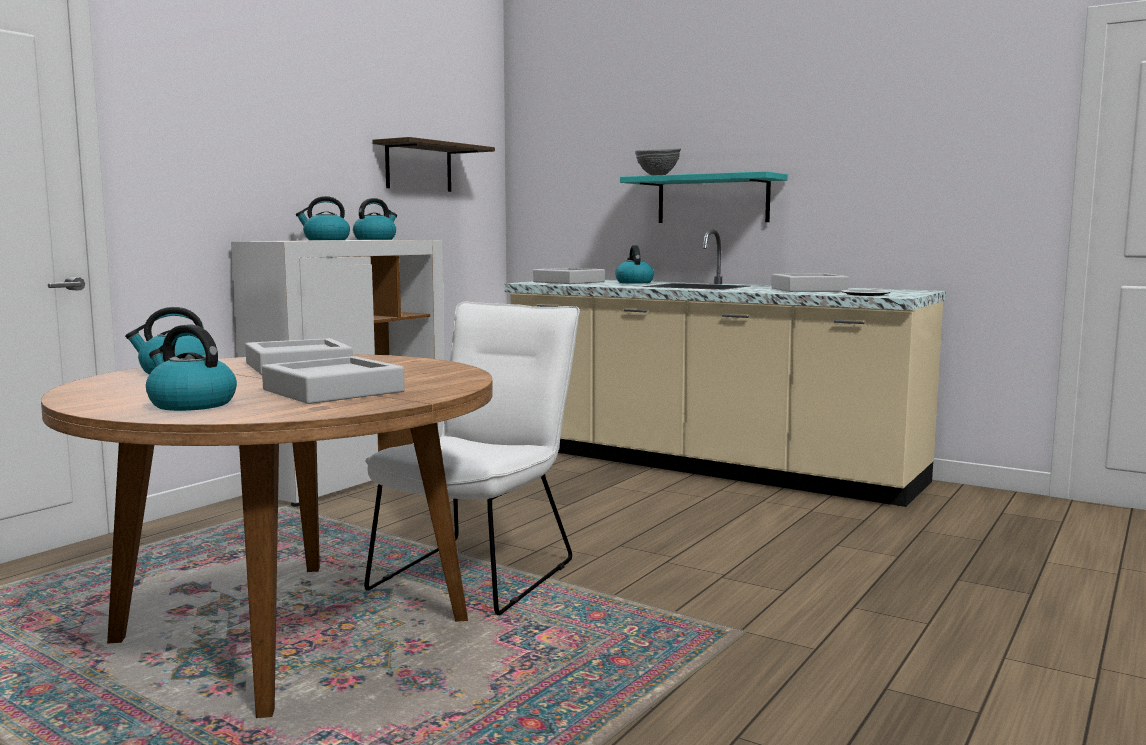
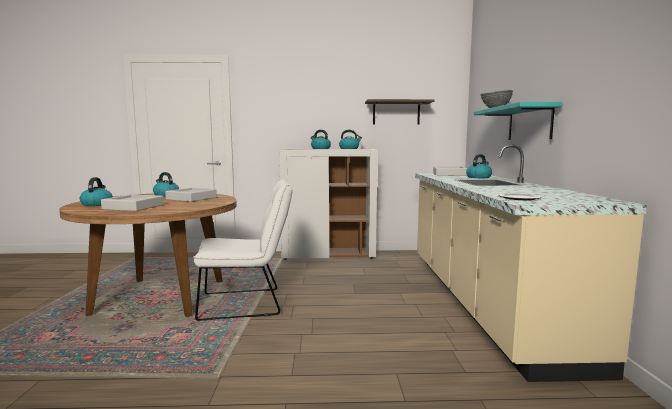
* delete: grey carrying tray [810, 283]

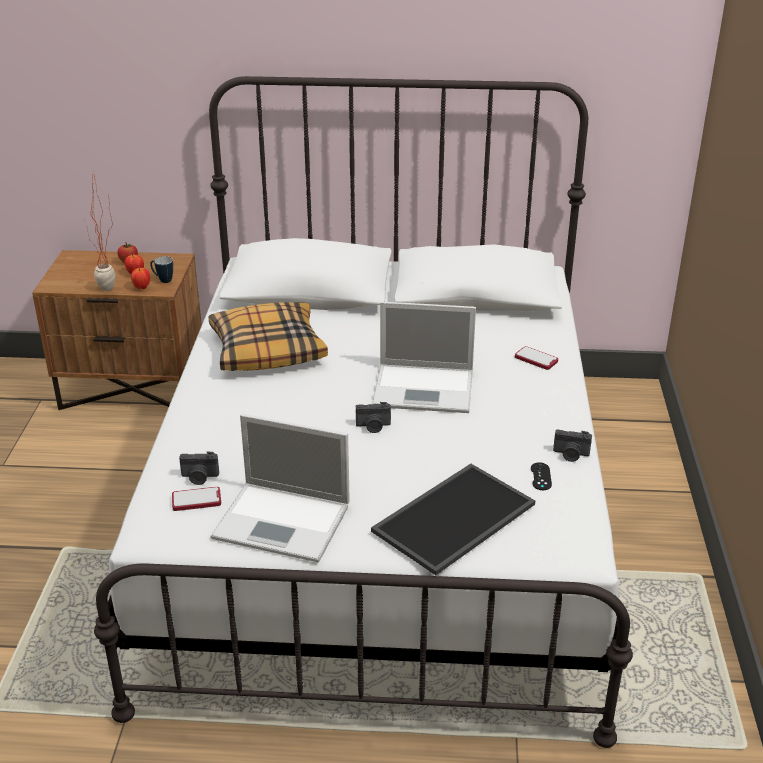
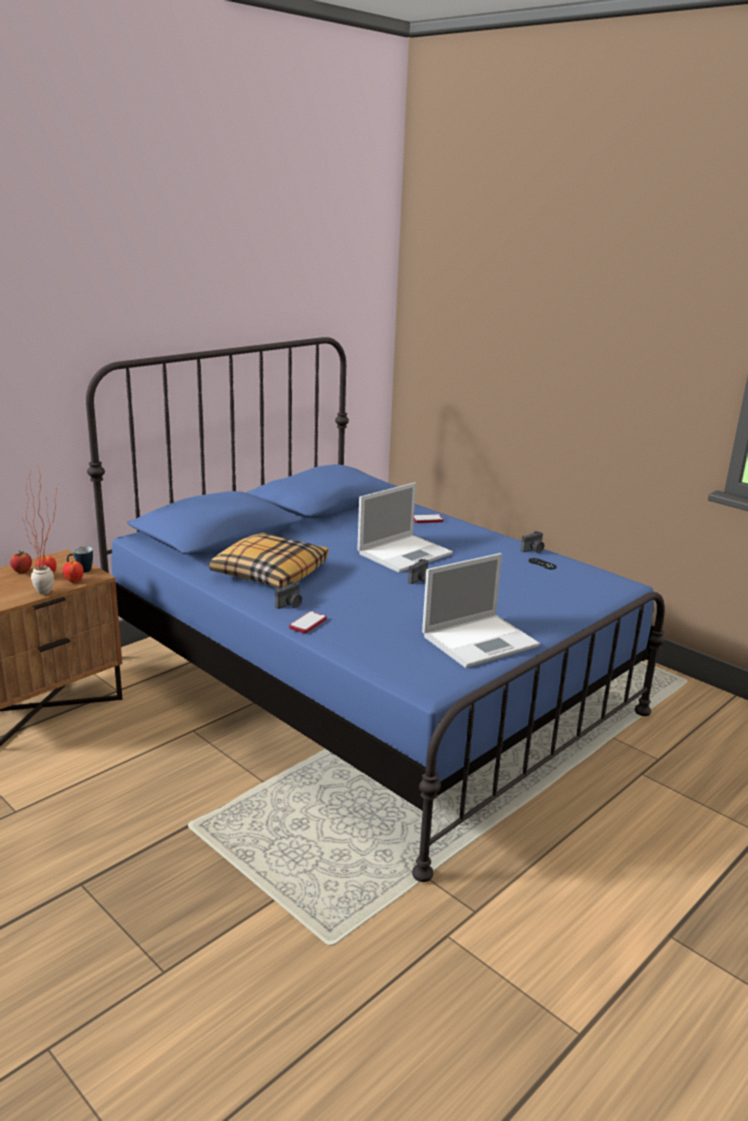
* recolor: whitish bed [363, 412] to blue bed [375, 609]
* move: telephone [196, 499] to [308, 622]
* move: still camera [199, 468] to [288, 595]
* delete: carrying tray [453, 519]

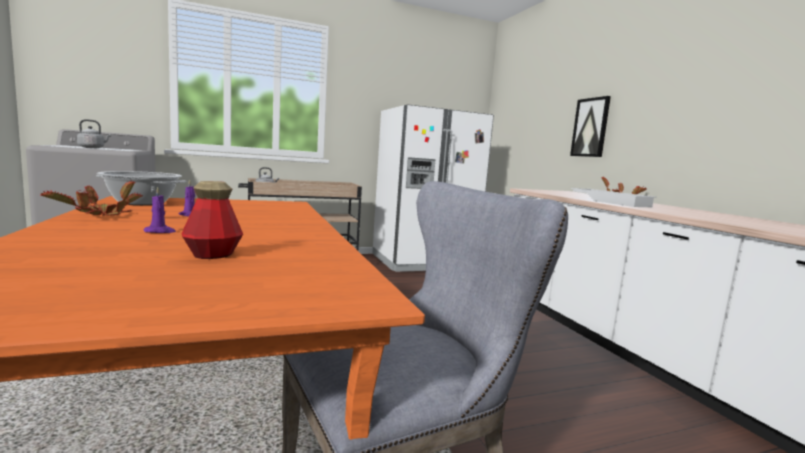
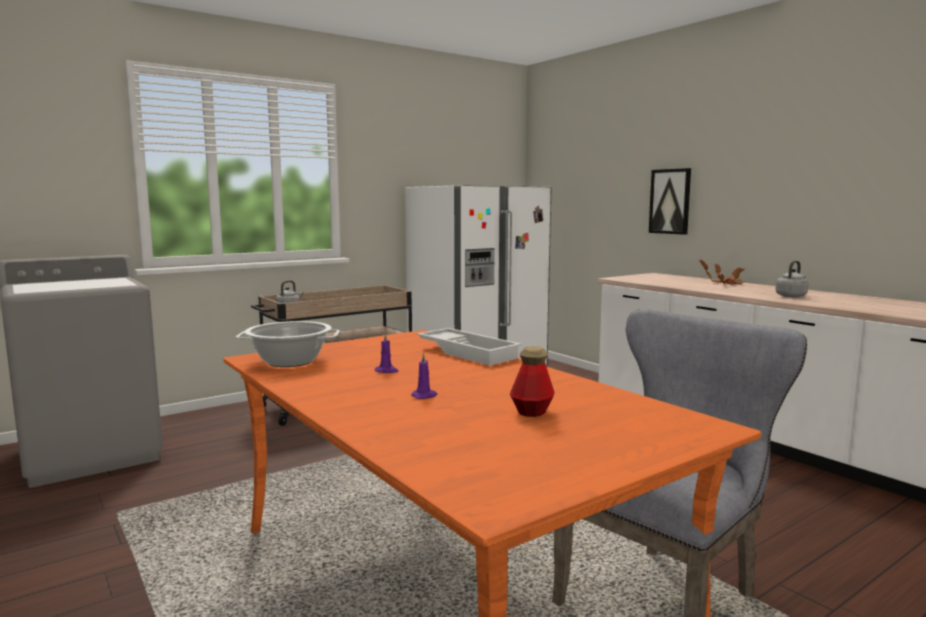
* delete: plant in a pot [91, 198]
* move: grey water kettle [94, 133] to [791, 279]
* move: whitish carrying tray [614, 197] to [469, 347]

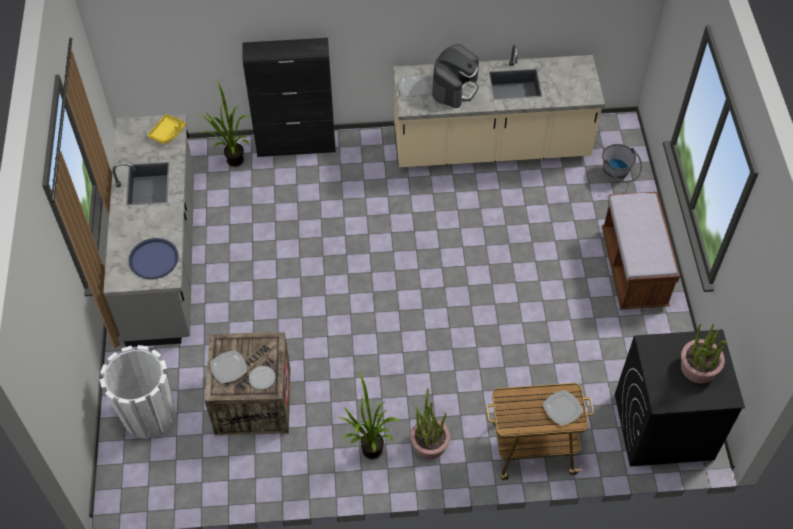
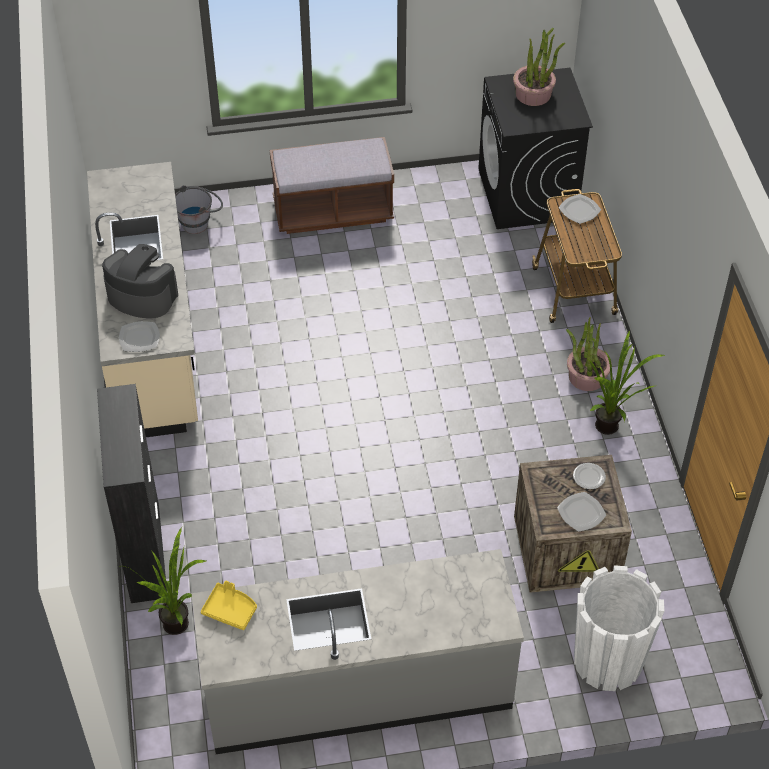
* delete: blue carrying tray [154, 258]

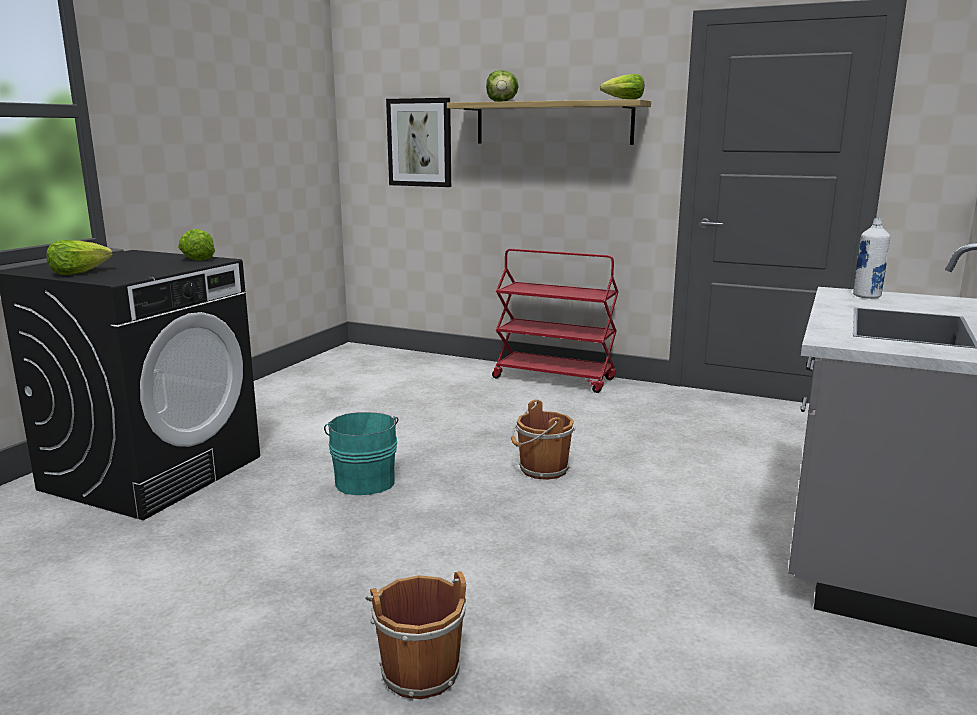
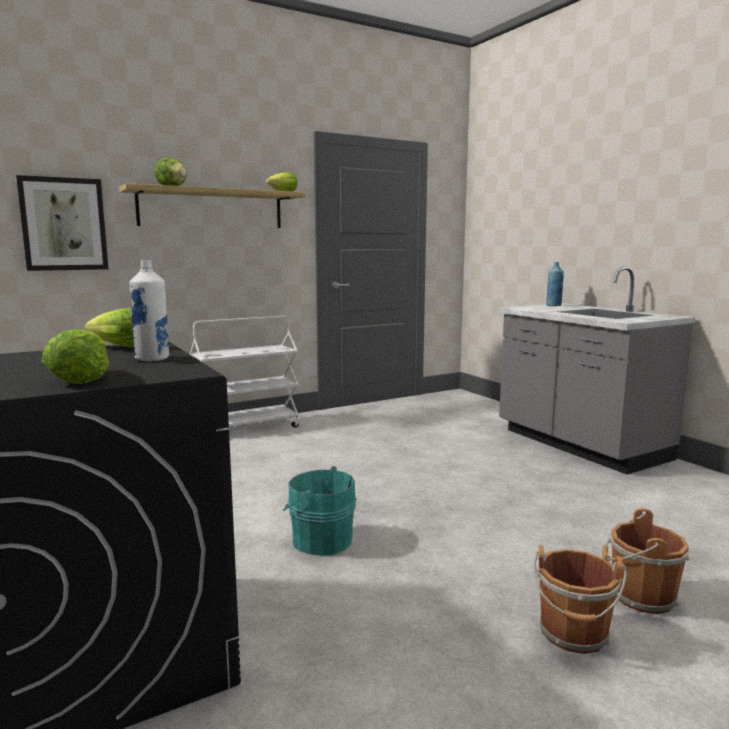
* recolor: red-coloured cart [555, 321] to whitish cart [245, 372]
* move: brown water bucket [543, 439] to [580, 599]
* move: whitish bottle [871, 258] to [149, 310]
* insert: blue bottle [555, 284]

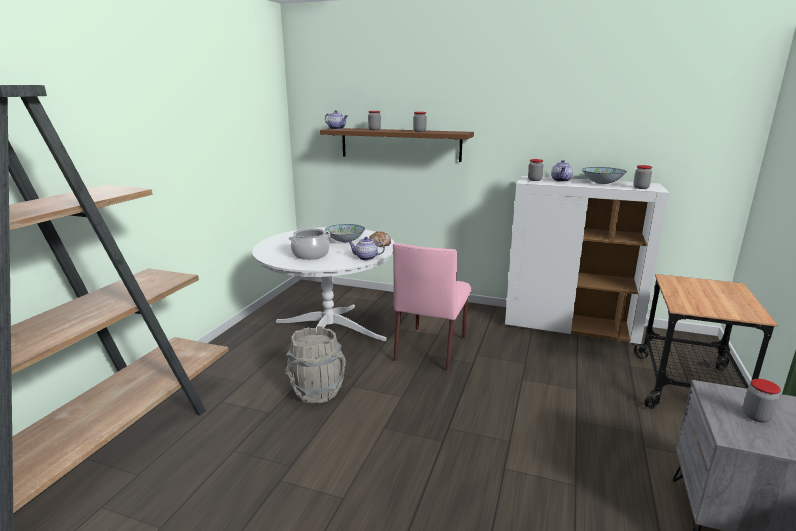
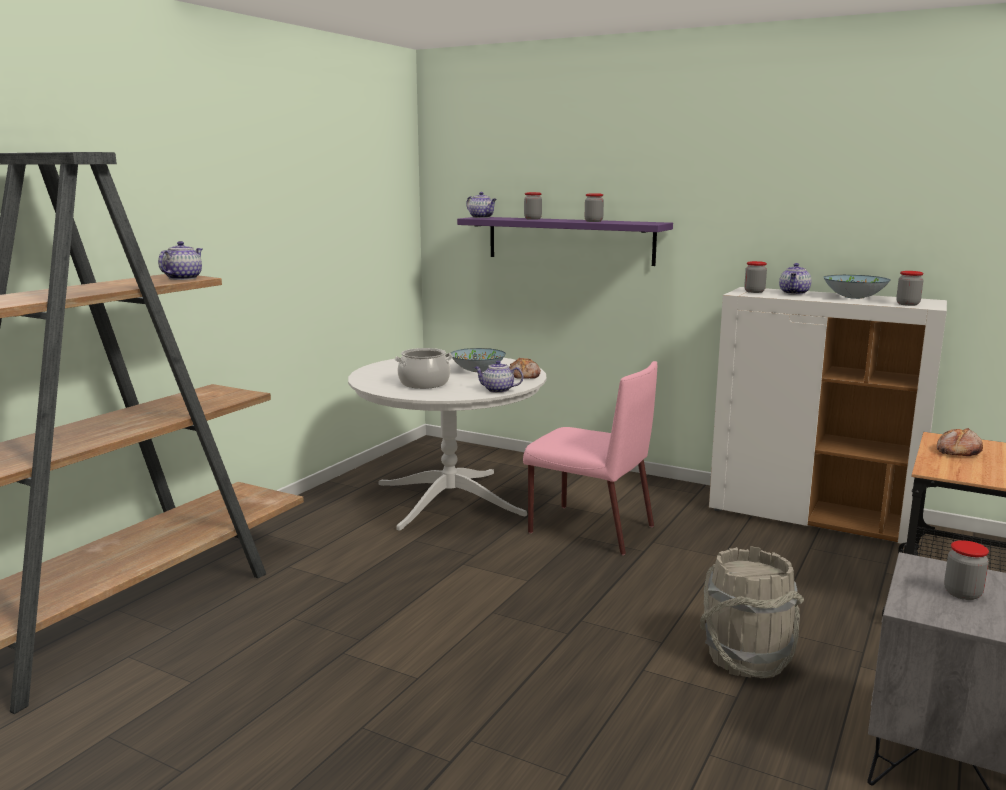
* move: grey water bucket [315, 364] to [752, 612]
* recolor: brown bracket shelf [397, 145] to purple bracket shelf [565, 241]
* rotate: pinkish plain chair [432, 307] = [590, 458] 90 degrees counterclockwise
* insert: pot for tea [180, 260]
* insert: bakery bread [960, 442]

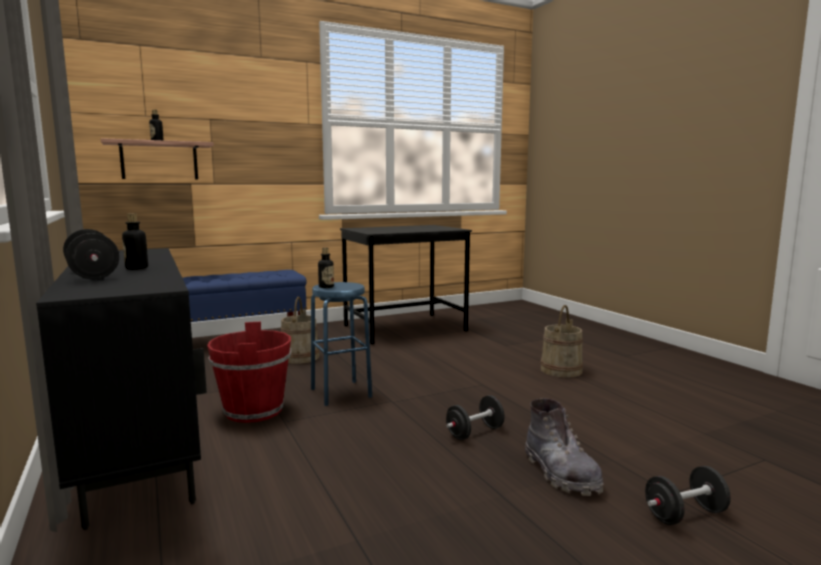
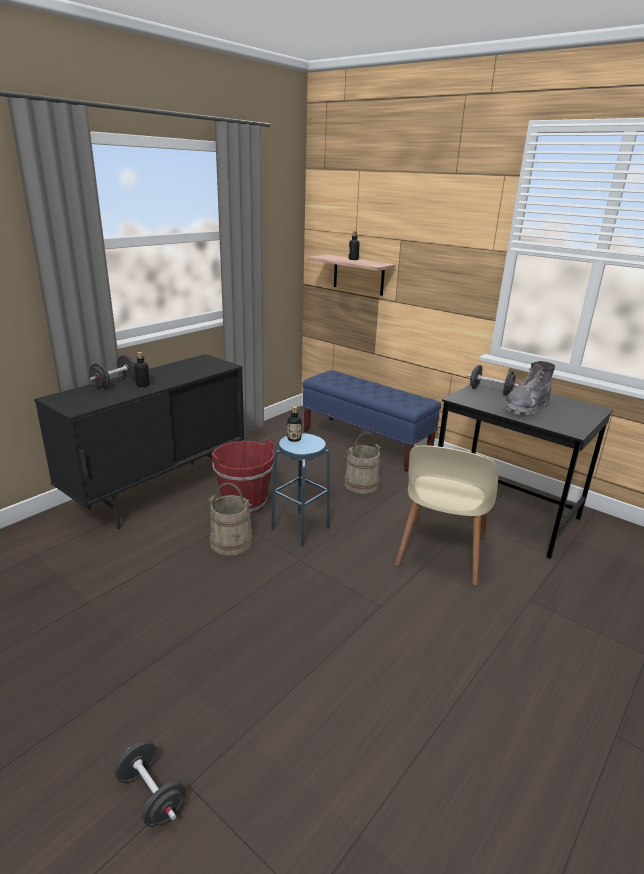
* move: black hand weight [475, 417] to [493, 380]
* move: grey high-top boot [564, 447] to [530, 388]
* move: sand-coloured water bucket [562, 341] to [230, 519]
* insert: sand-coloured plain chair [446, 515]

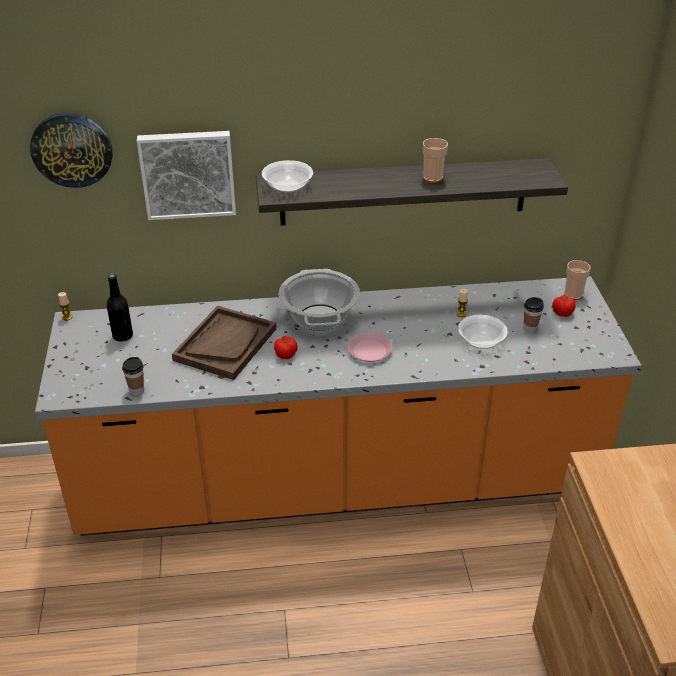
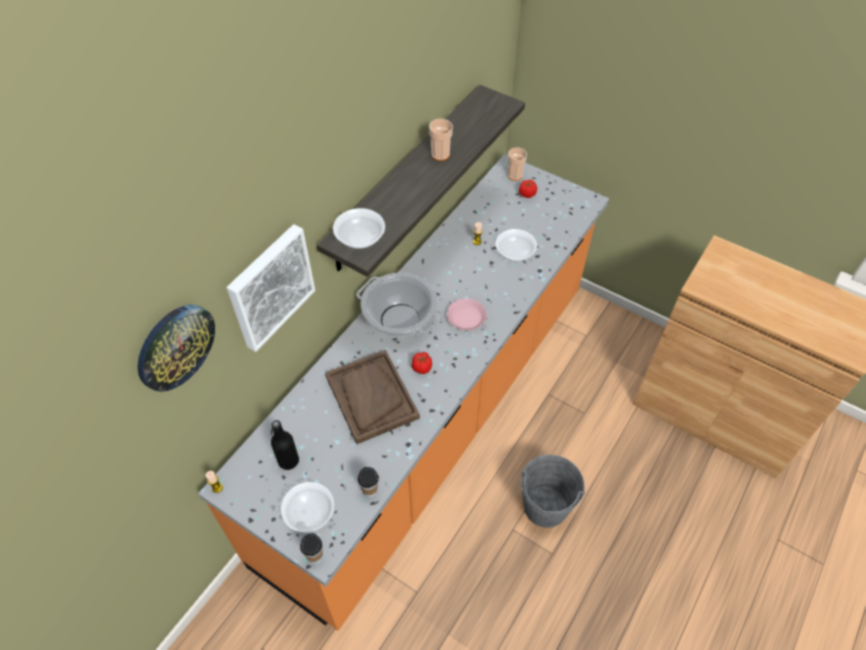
* move: cup [533, 315] to [311, 548]
* insert: deep dish [307, 507]
* insert: grey water bucket [553, 491]

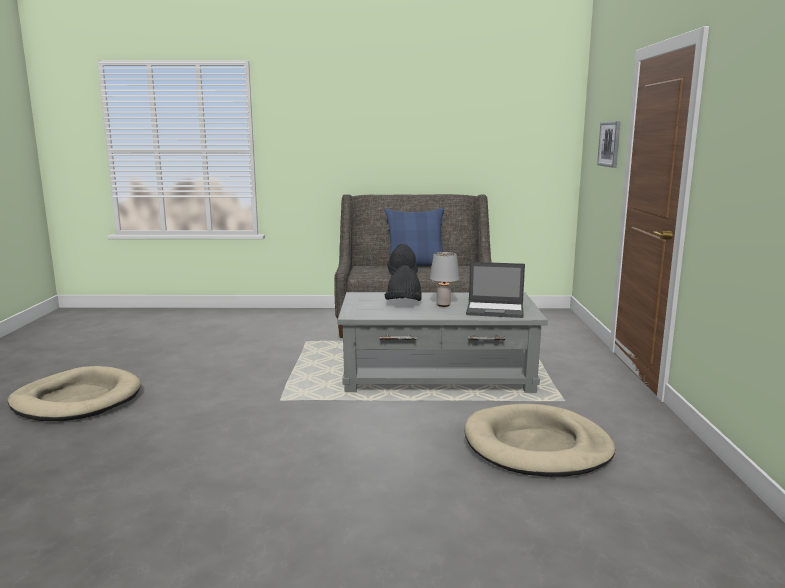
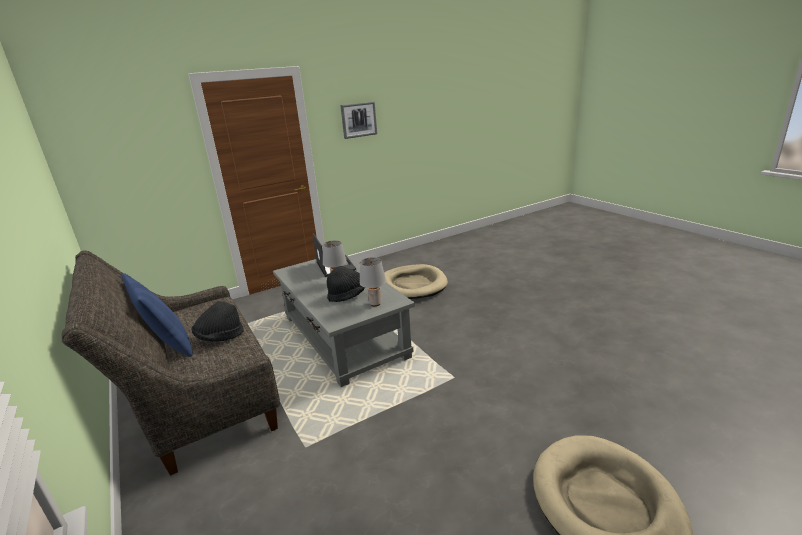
* move: wall art [608, 144] to [358, 120]
* insert: grey lamp for a table [373, 281]

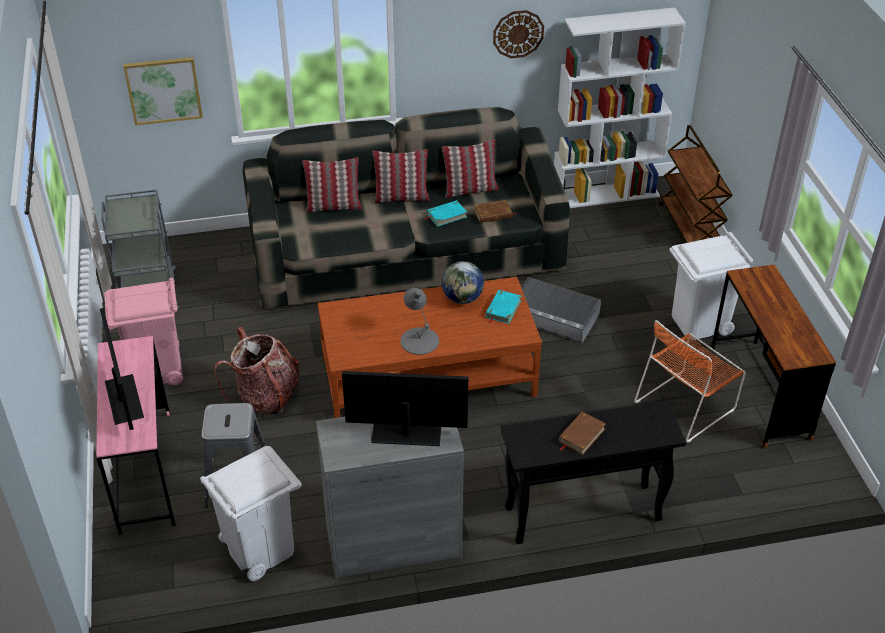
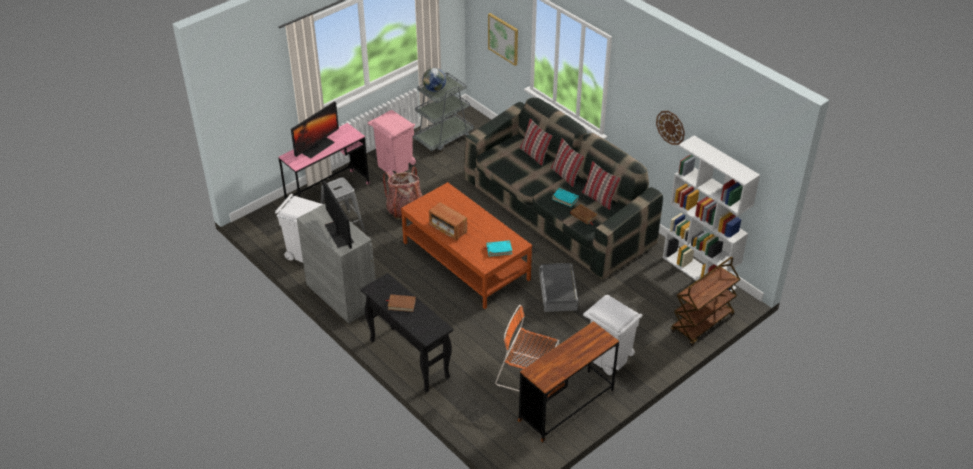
* replace: grey lamp for a table [419, 321] to radio receiver [448, 221]
* move: world globe [463, 282] to [434, 80]

